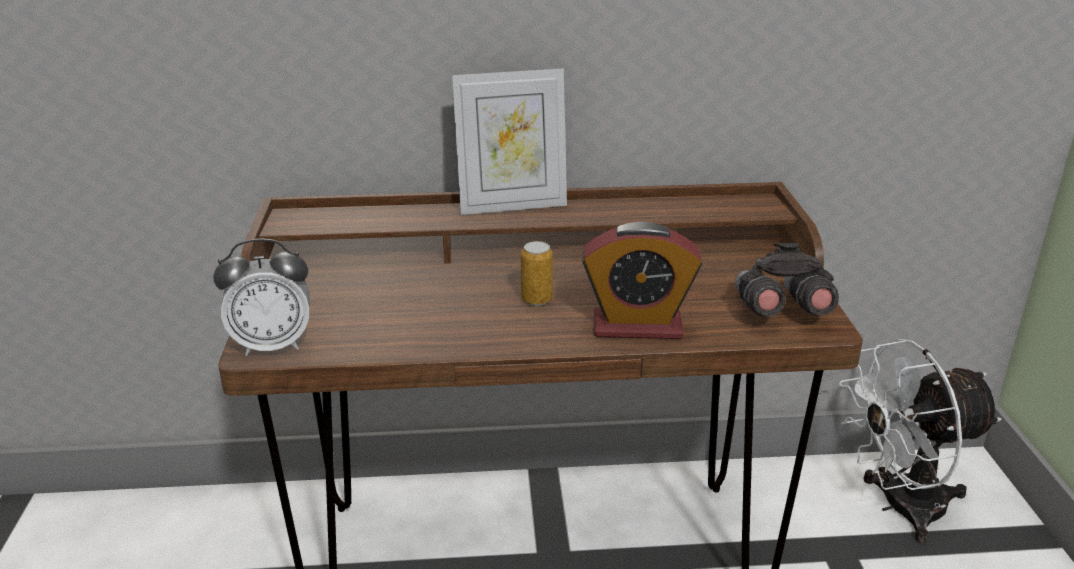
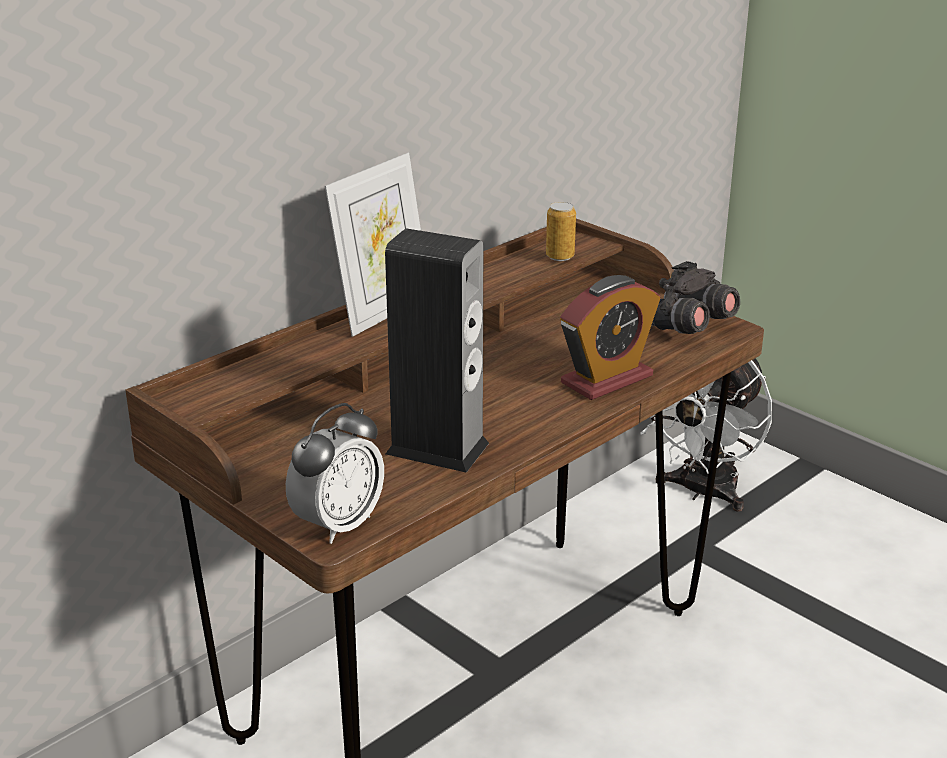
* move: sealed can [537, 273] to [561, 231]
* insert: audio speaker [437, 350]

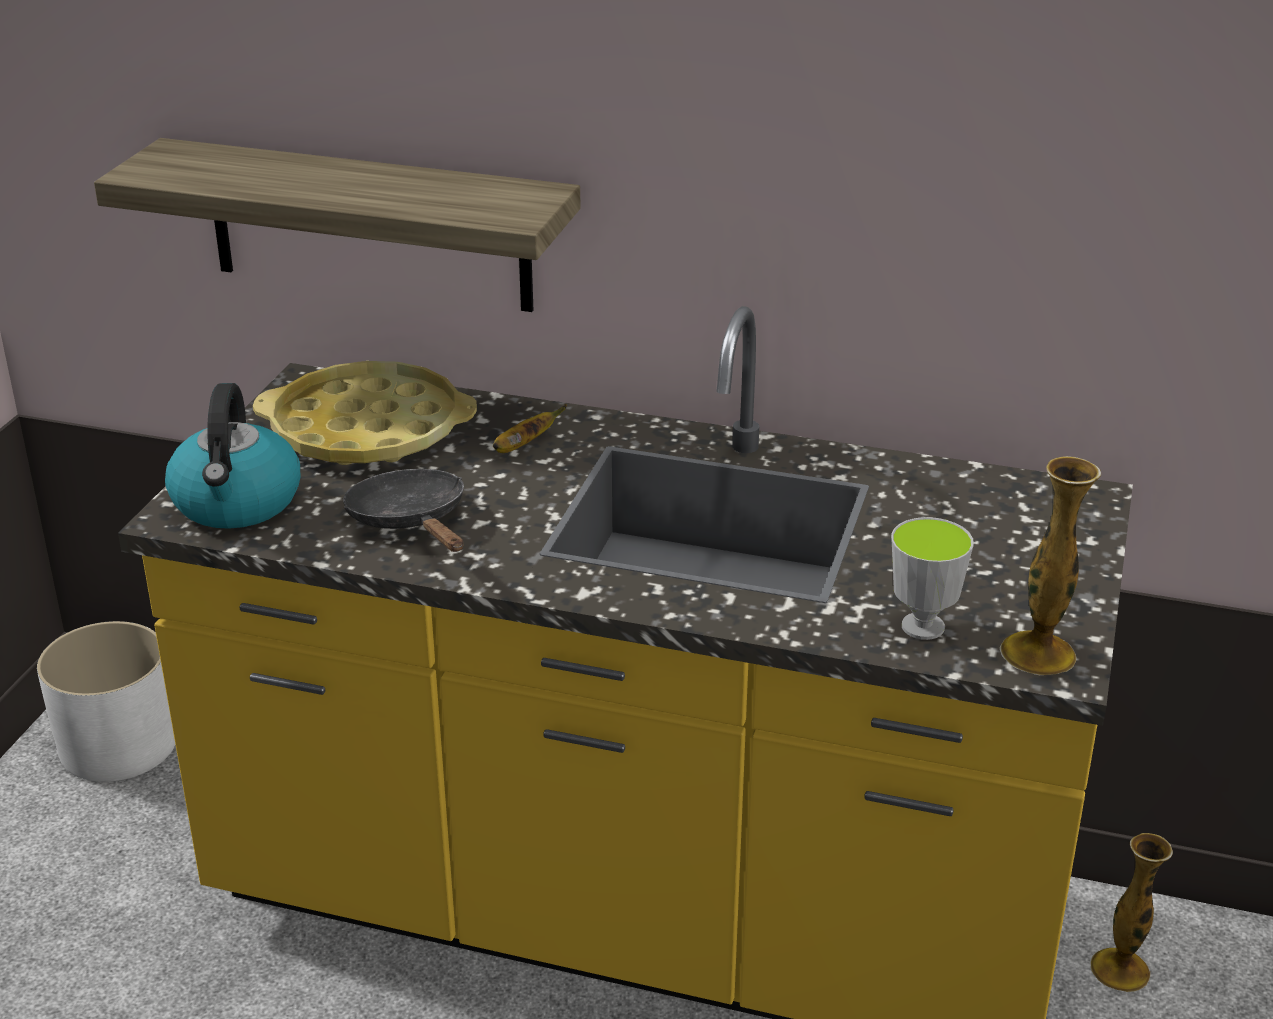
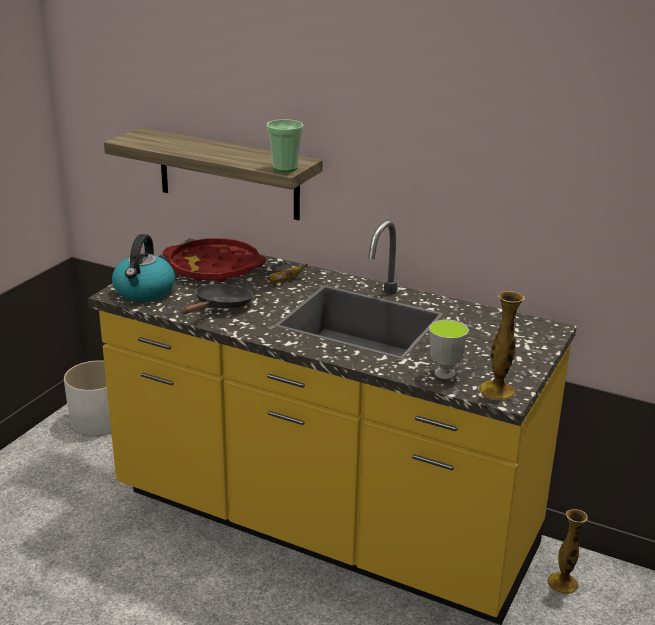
* recolor: yellow-coloured carrying tray [365, 413] to red-coloured carrying tray [214, 260]
* rotate: black skillet [403, 510] = [216, 299] 45 degrees clockwise
* insert: cup [285, 145]

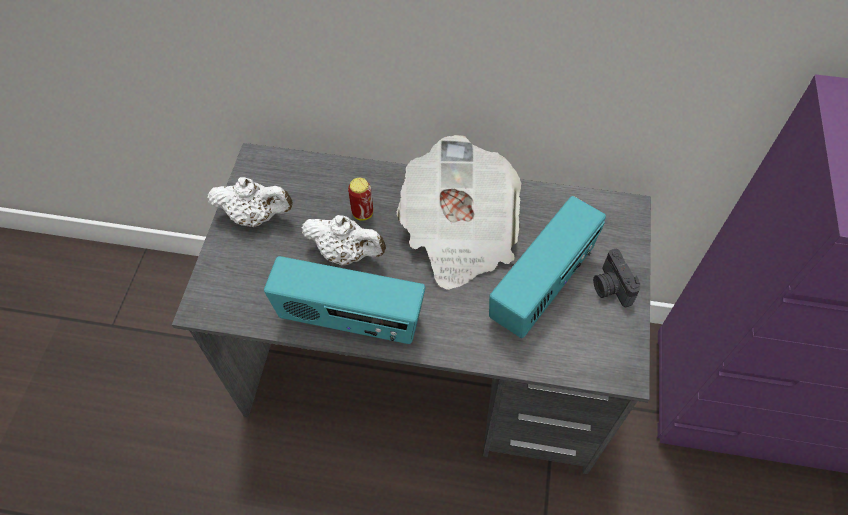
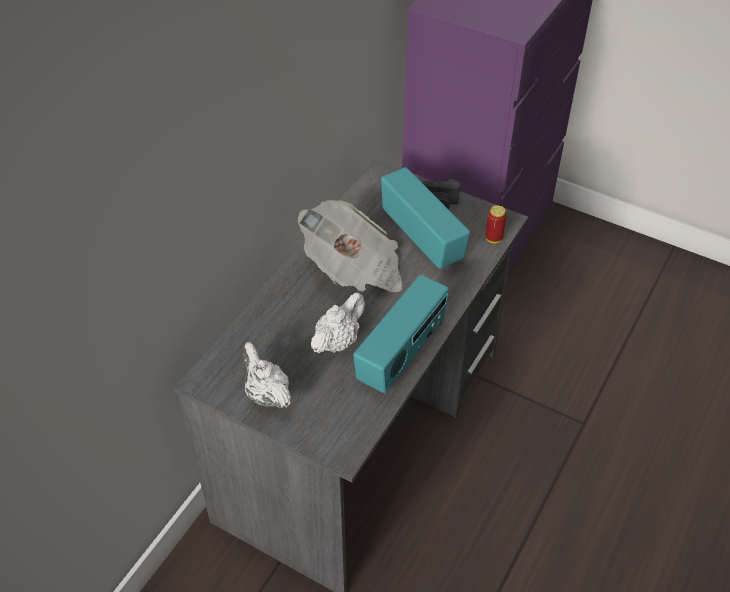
* rotate: whitish pot for tea [250, 202] = [267, 375] 60 degrees counterclockwise
* move: sealed can [360, 199] to [496, 224]

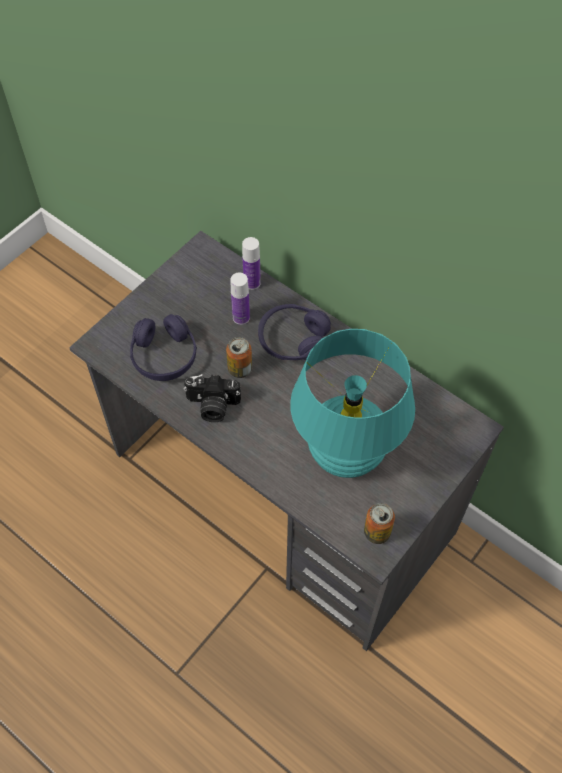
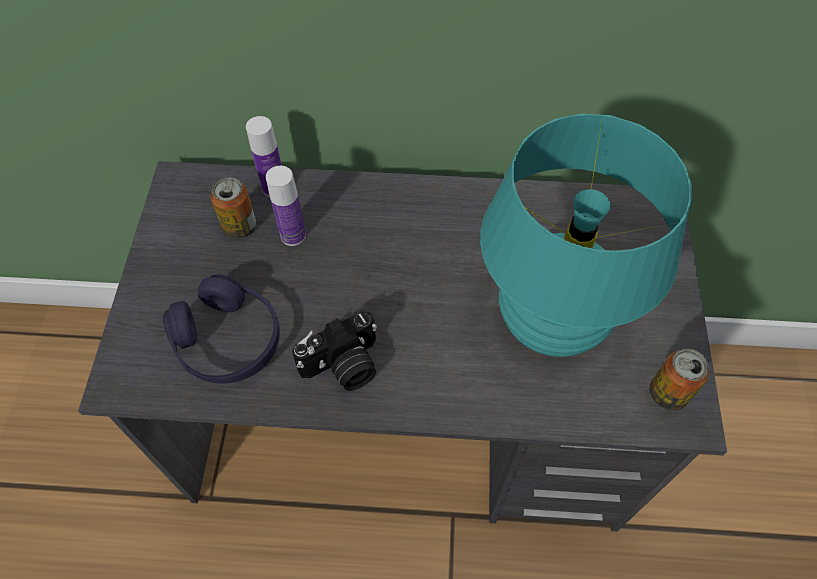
* move: sealed can [239, 357] to [233, 208]
* delete: purple headphones [294, 332]

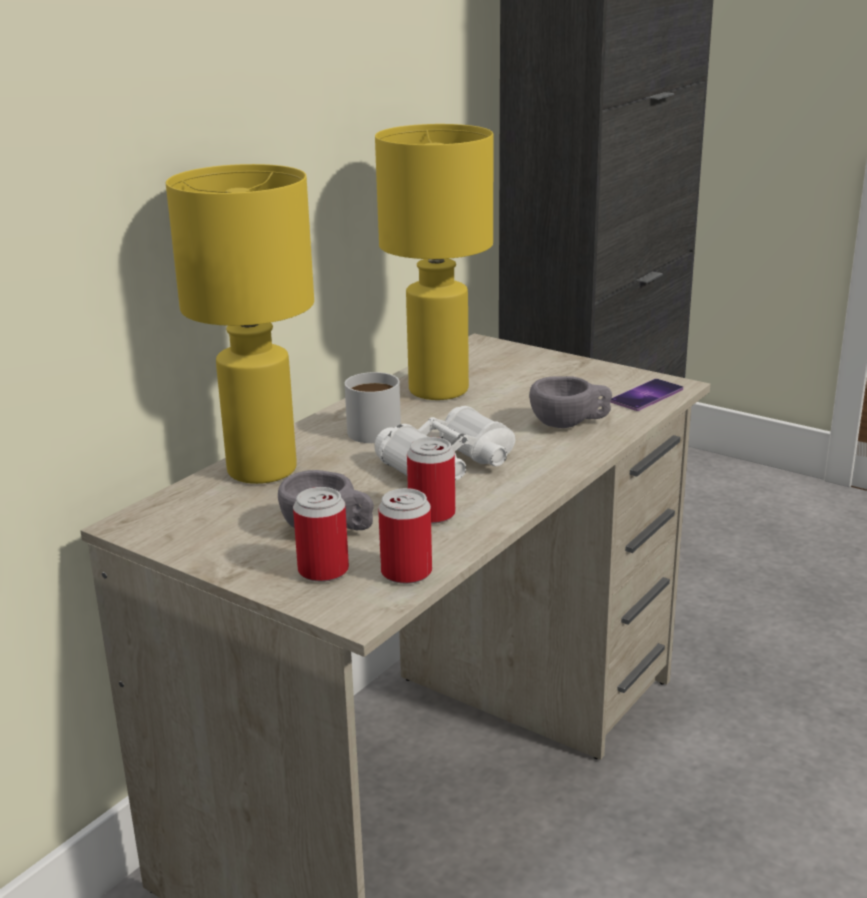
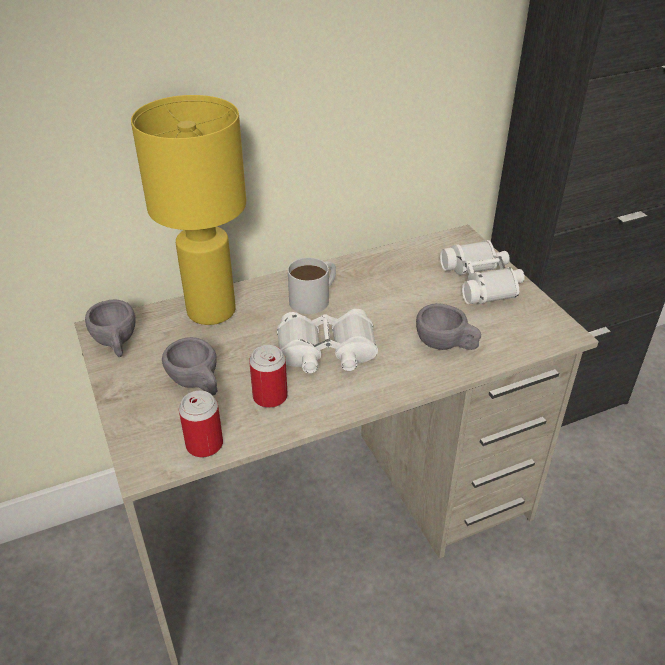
* delete: sealed can [321, 534]
* delete: yellow-coloured lamp for a table [434, 262]
* delete: telephone [646, 395]
* insert: grey cup [110, 328]
* insert: whitish field glasses [482, 272]

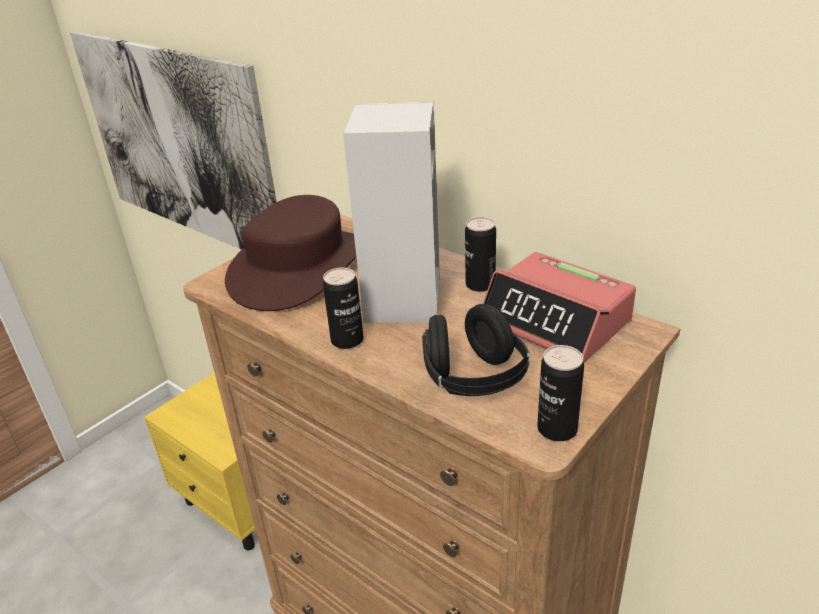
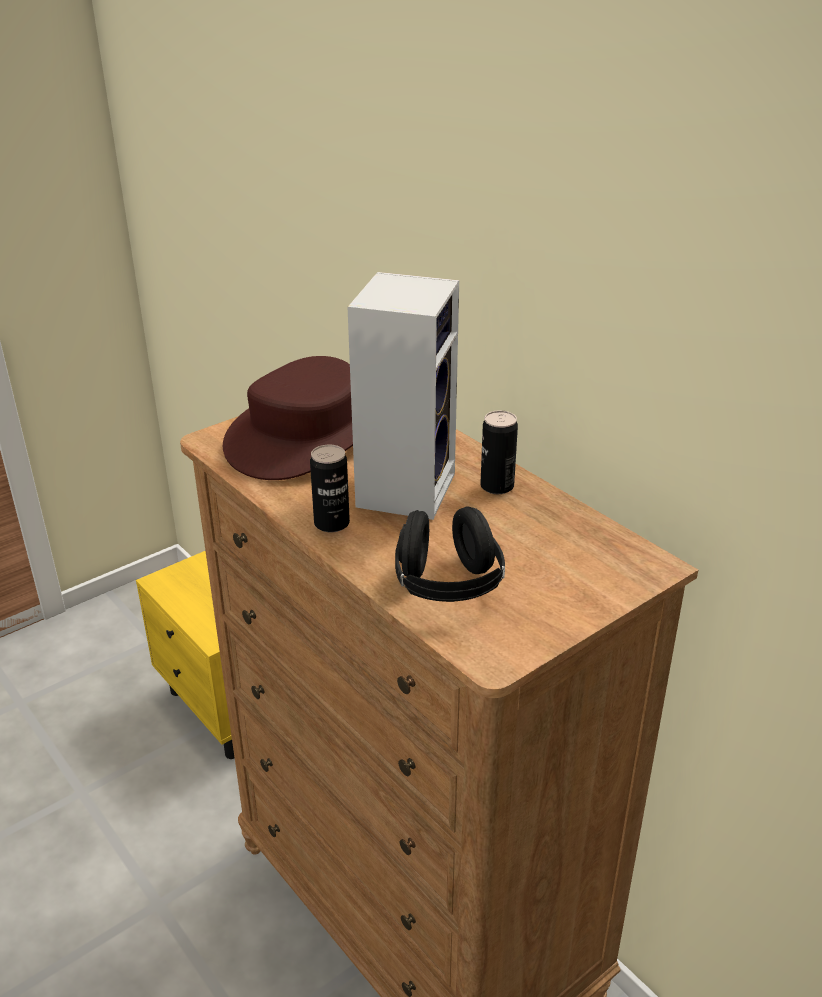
* delete: wall art [173, 140]
* delete: bedside clock [559, 307]
* delete: sealed can [560, 393]

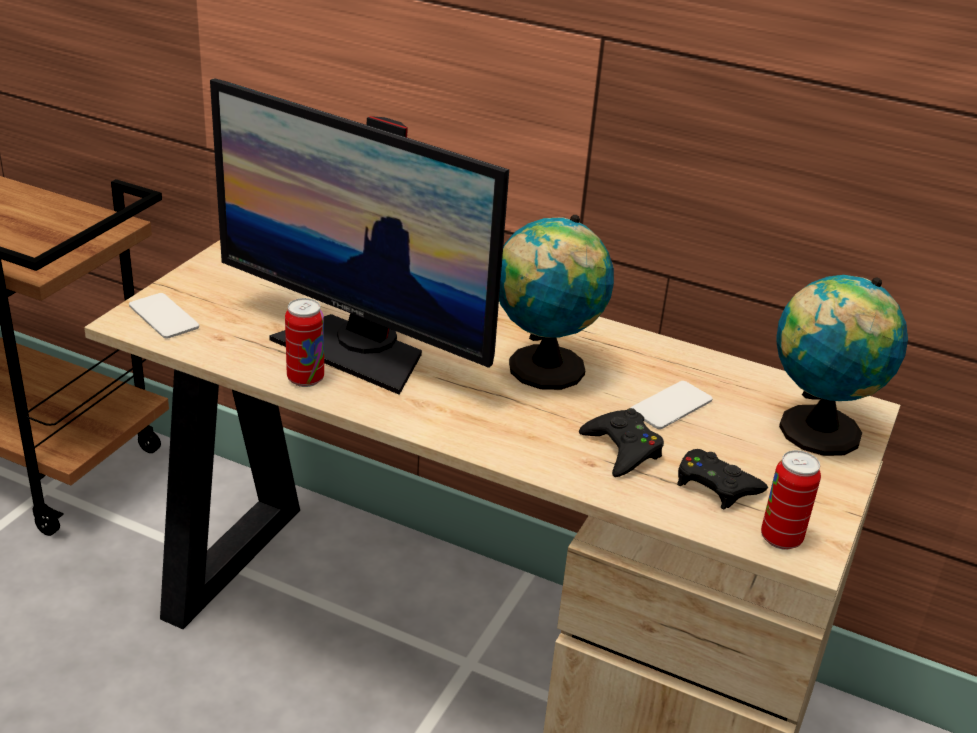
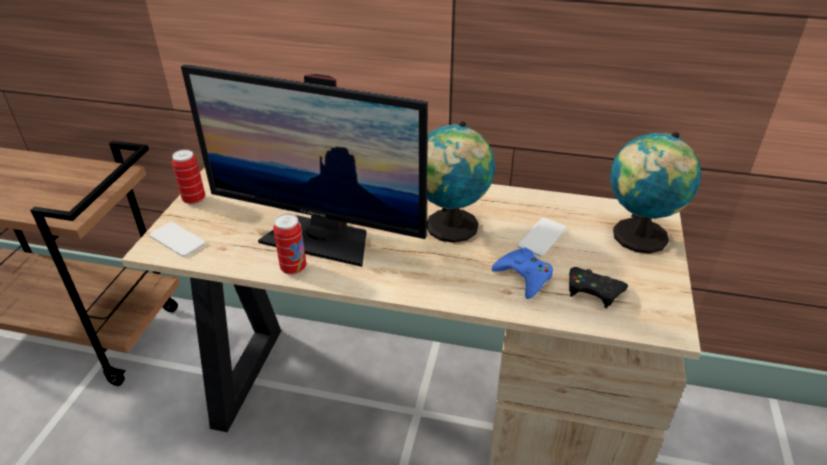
* recolor: black gamepad [621, 442] to blue gamepad [522, 273]
* move: sealed can [791, 500] to [188, 177]

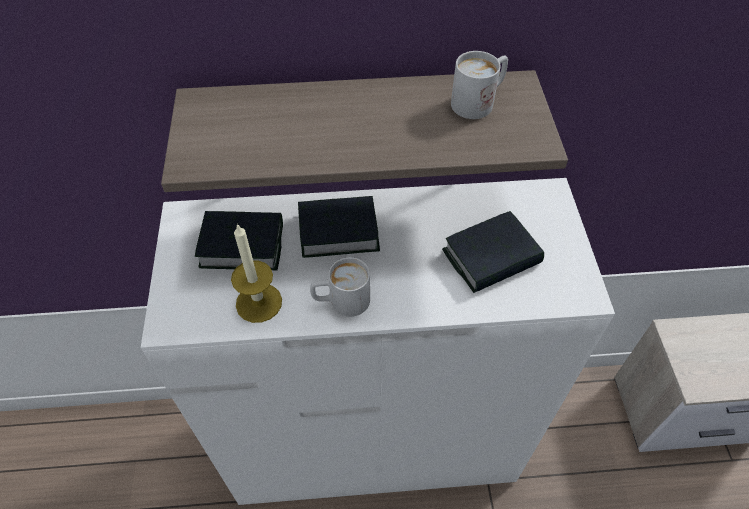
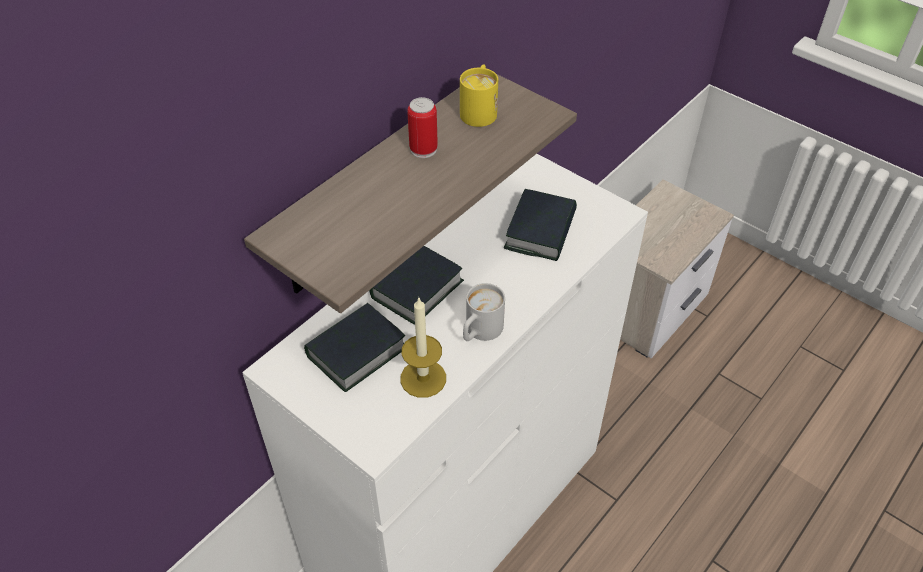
* recolor: whitish coffee mug [479, 85] to yellow-coloured coffee mug [479, 95]
* insert: sealed can [422, 127]

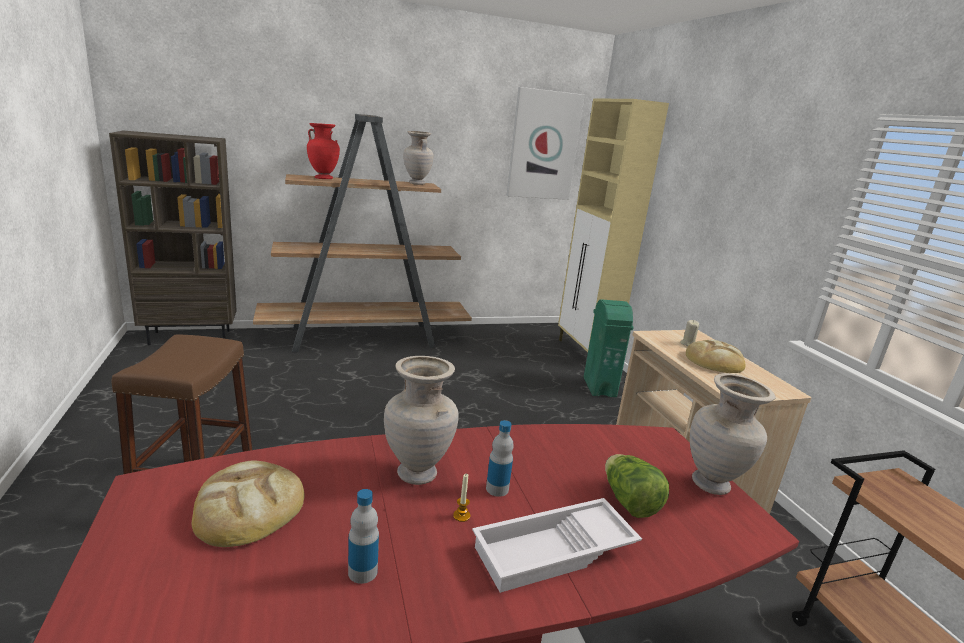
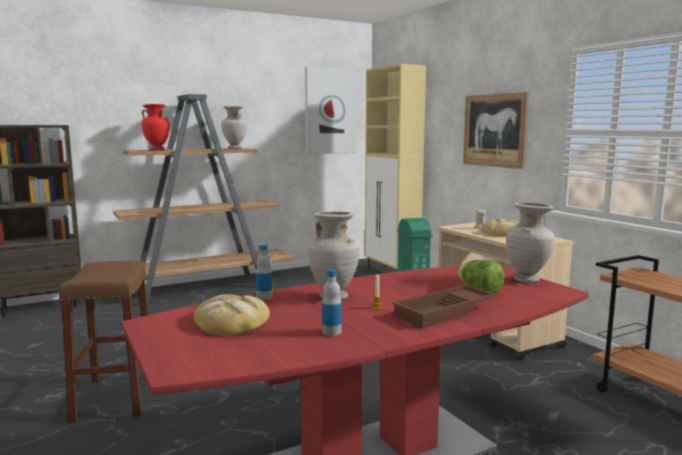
* recolor: whitish carrying tray [557, 545] to brown carrying tray [444, 306]
* move: bottle [500, 458] to [264, 272]
* insert: wall art [496, 130]

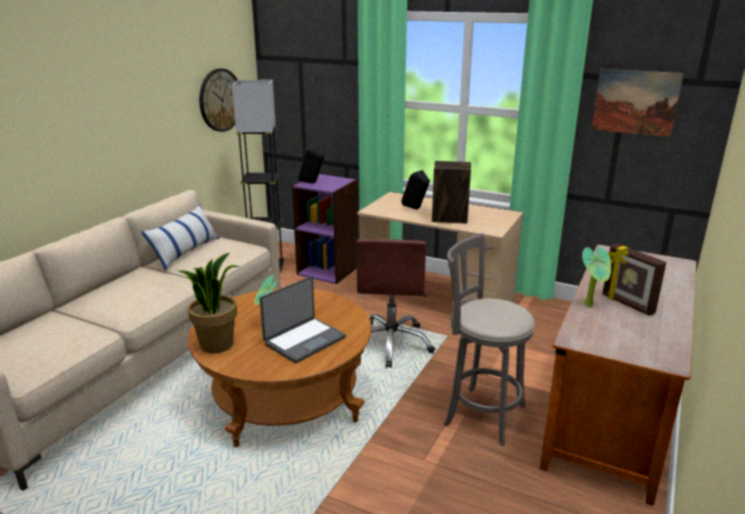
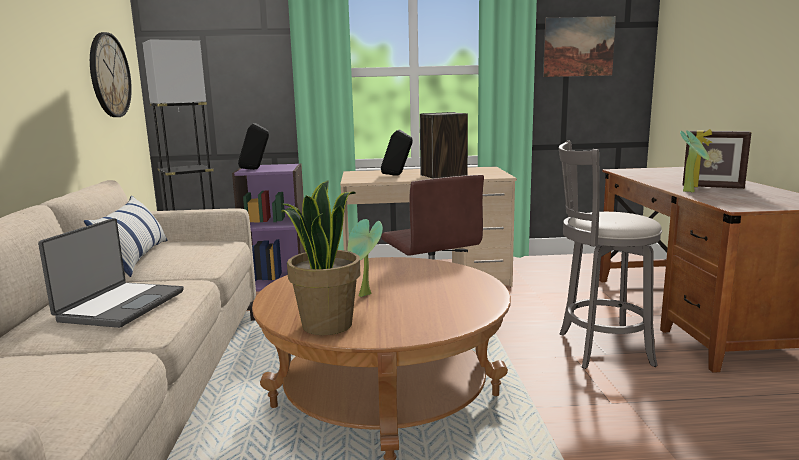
* move: laptop [303, 319] to [111, 273]

